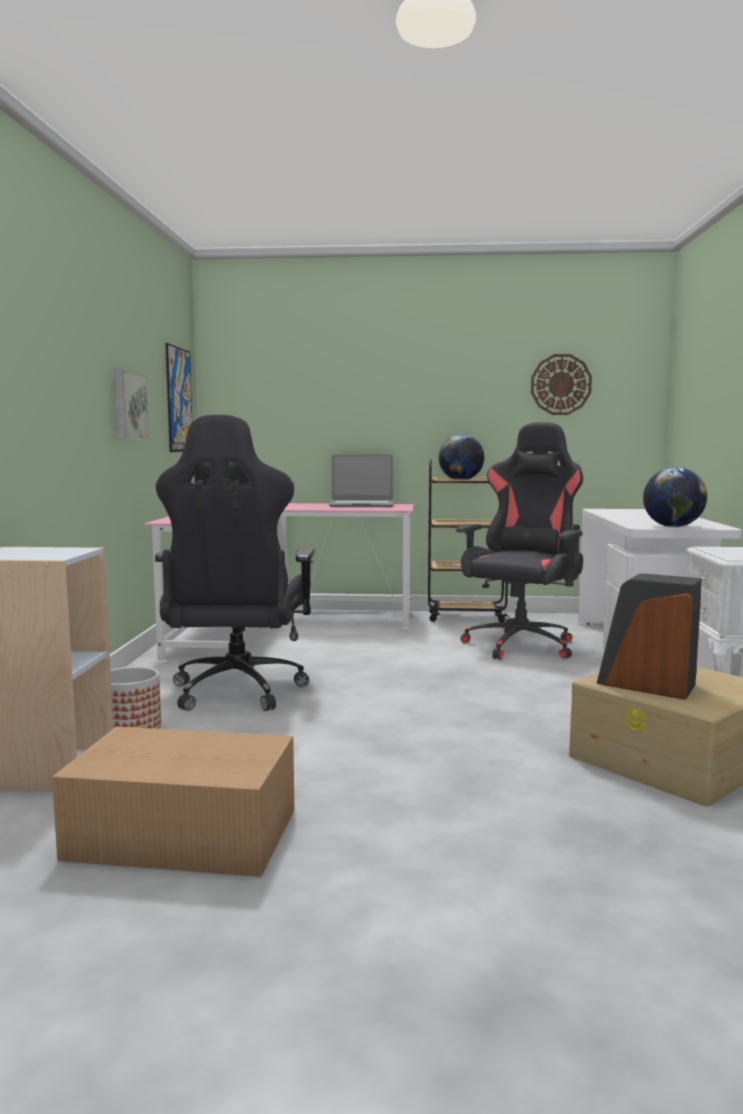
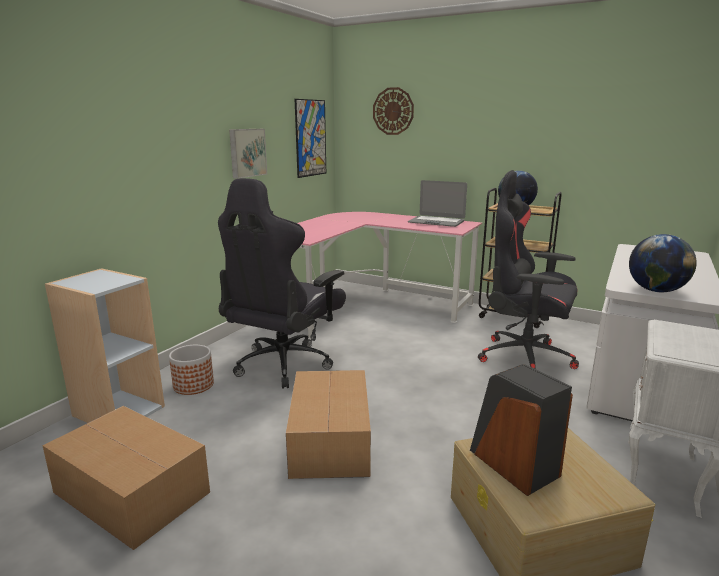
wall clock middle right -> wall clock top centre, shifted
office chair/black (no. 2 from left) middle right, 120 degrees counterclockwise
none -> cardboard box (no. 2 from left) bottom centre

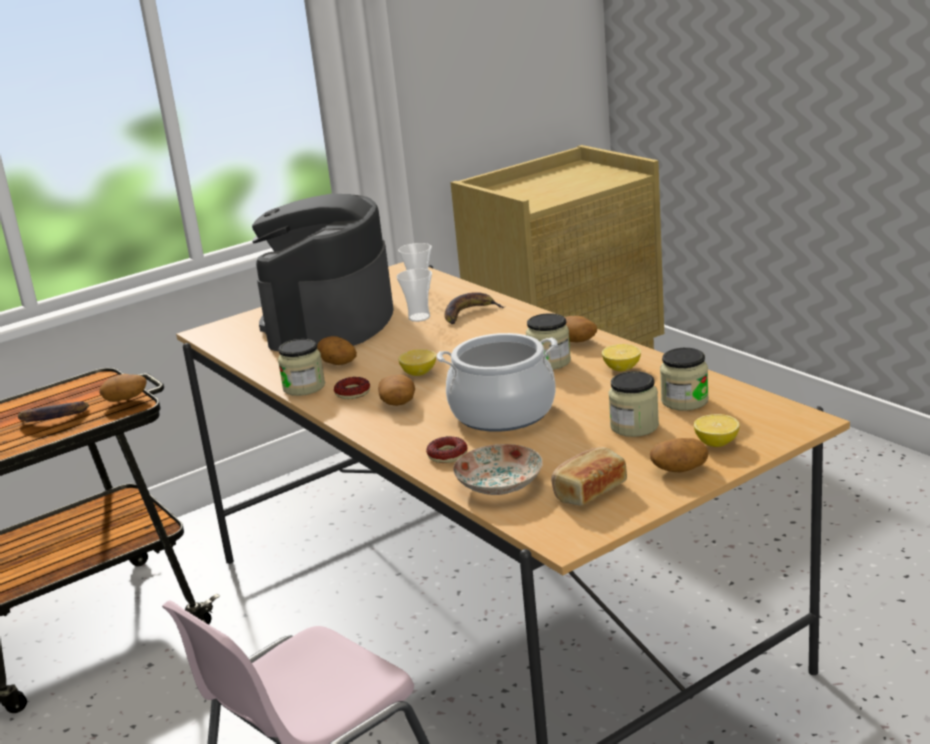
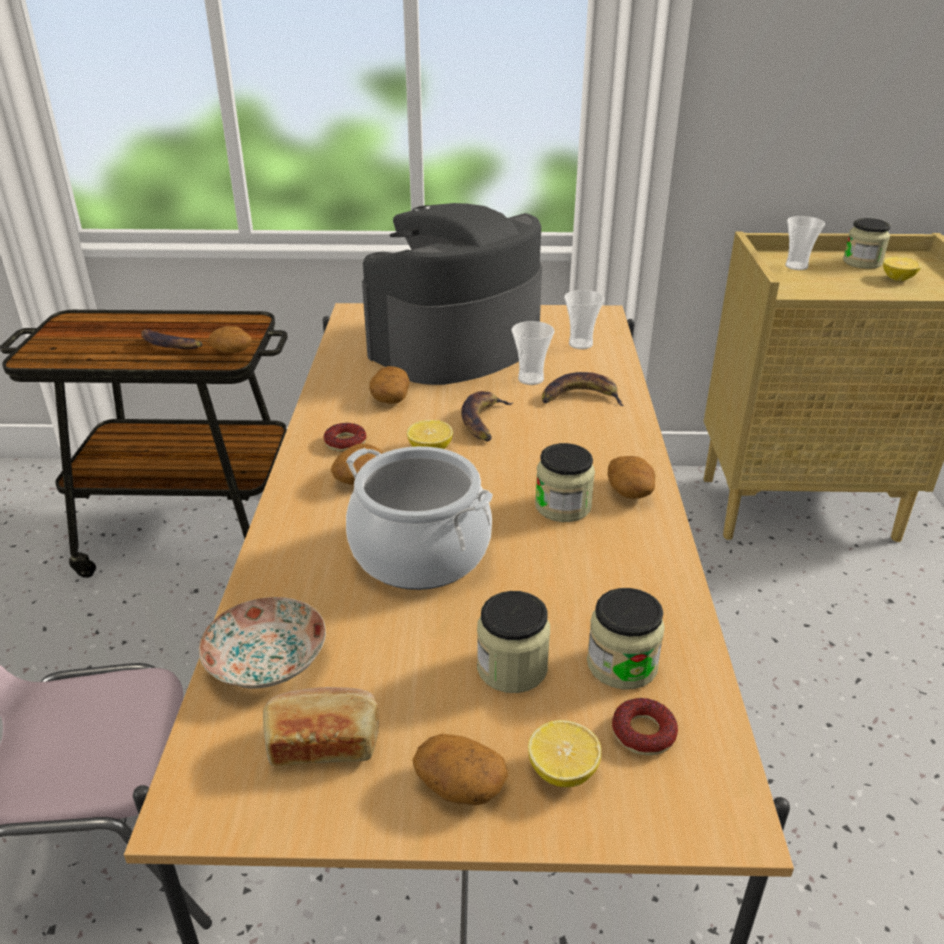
jar (no. 1 from left in the first image) middle left -> jar (no. 4 from left) top right, shifted
lemon (no. 2 from left in the first image) middle right -> lemon (no. 3 from left) top right, shifted
donut (no. 2 from left) centre -> donut (no. 2 from left) bottom right, shifted
none -> cup (no. 3 from left) top right
none -> banana (no. 2 from left) centre

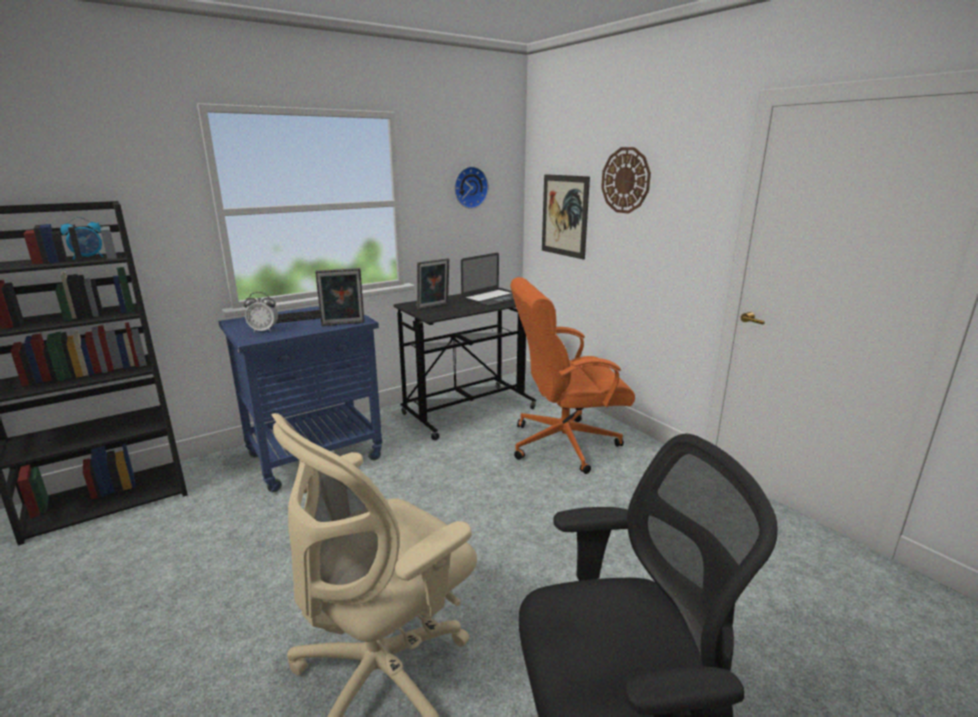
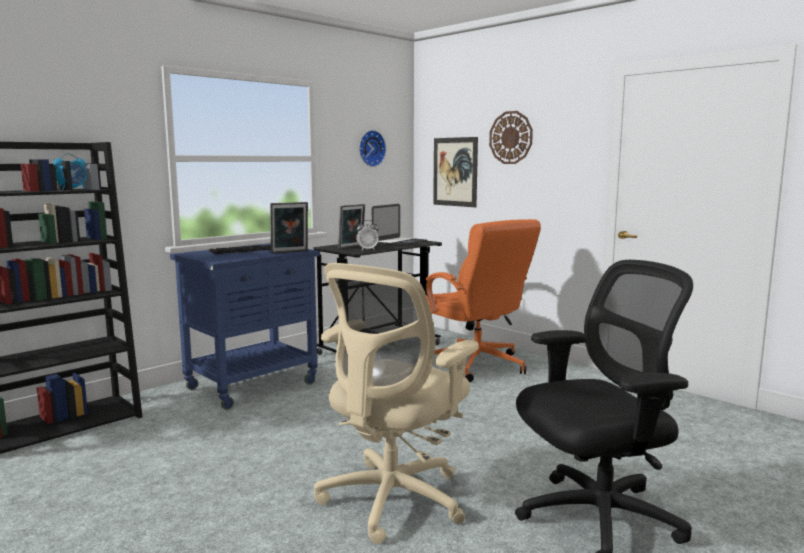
office chair/orange centre, 105 degrees counterclockwise
alarm clock (no. 2 from left) middle left -> alarm clock (no. 2 from left) centre, shifted

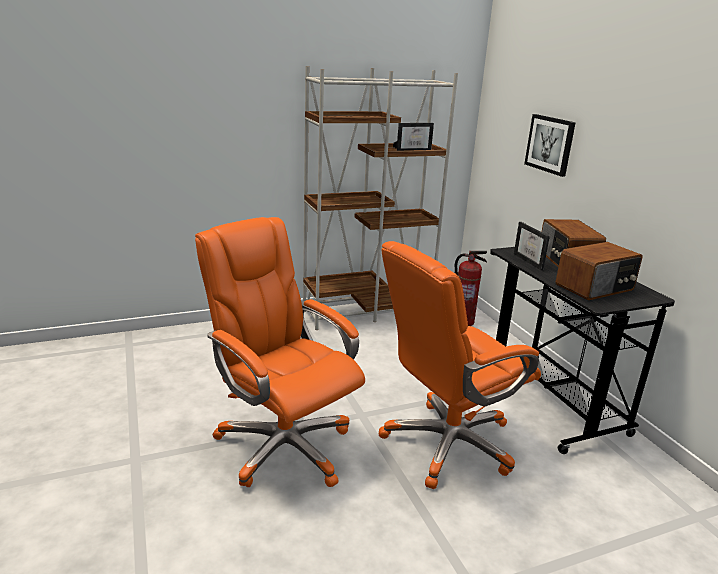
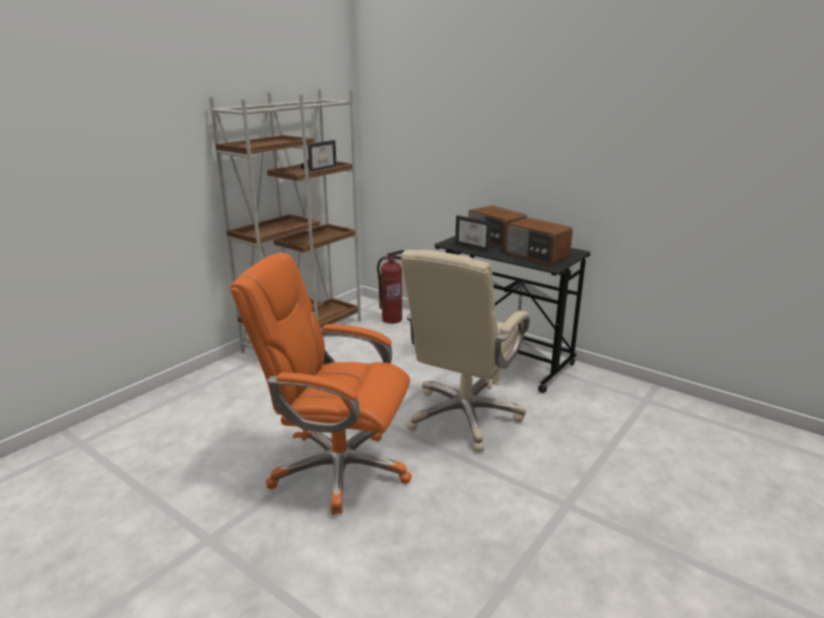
picture top right -> none
office chair/orange (no. 2 from left) centre -> office chair/beige centre
radio (no. 2 from left) middle right -> radio (no. 2 from left) centre, 105 degrees clockwise

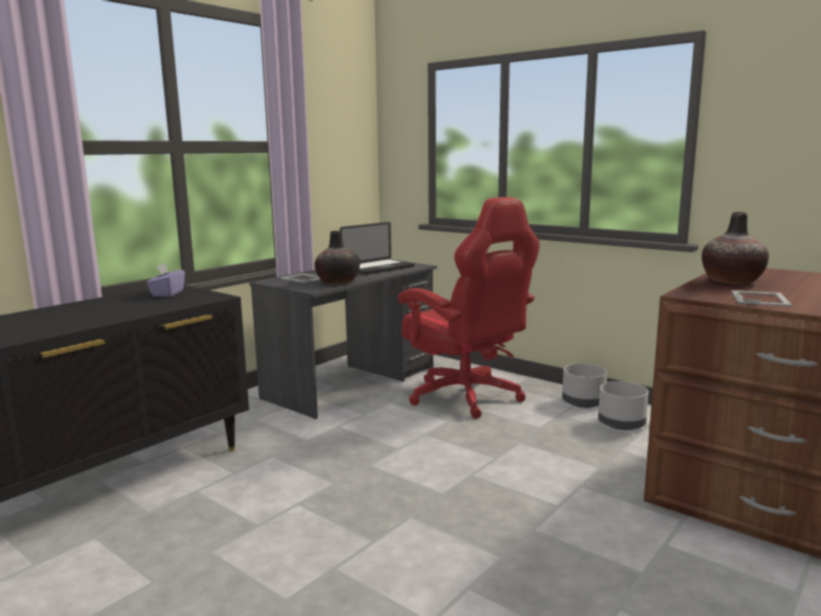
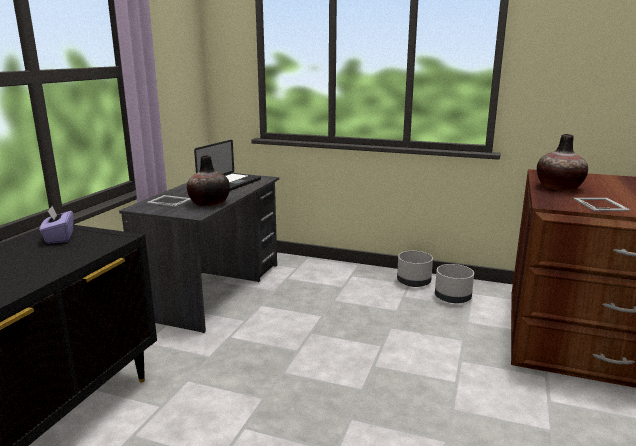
office chair/red centre -> none

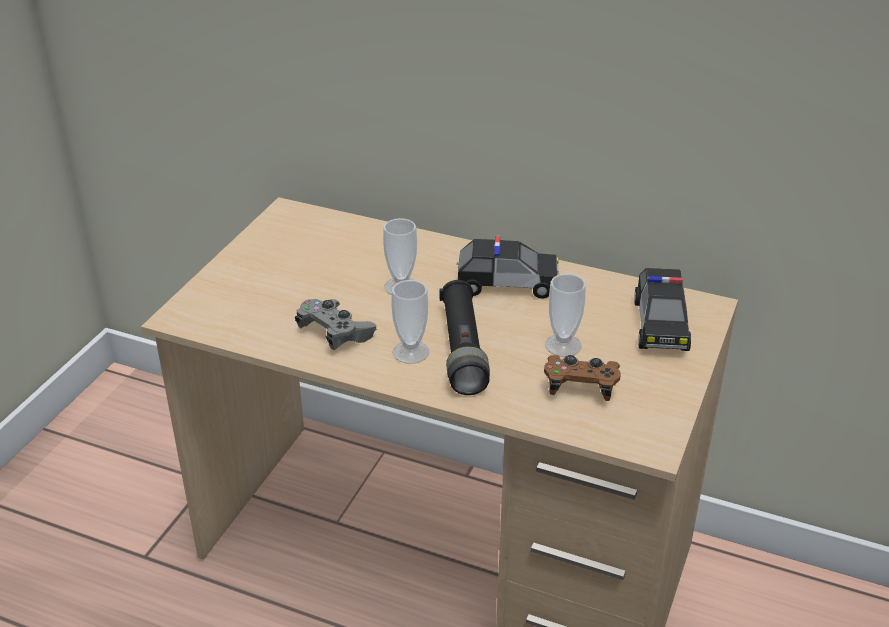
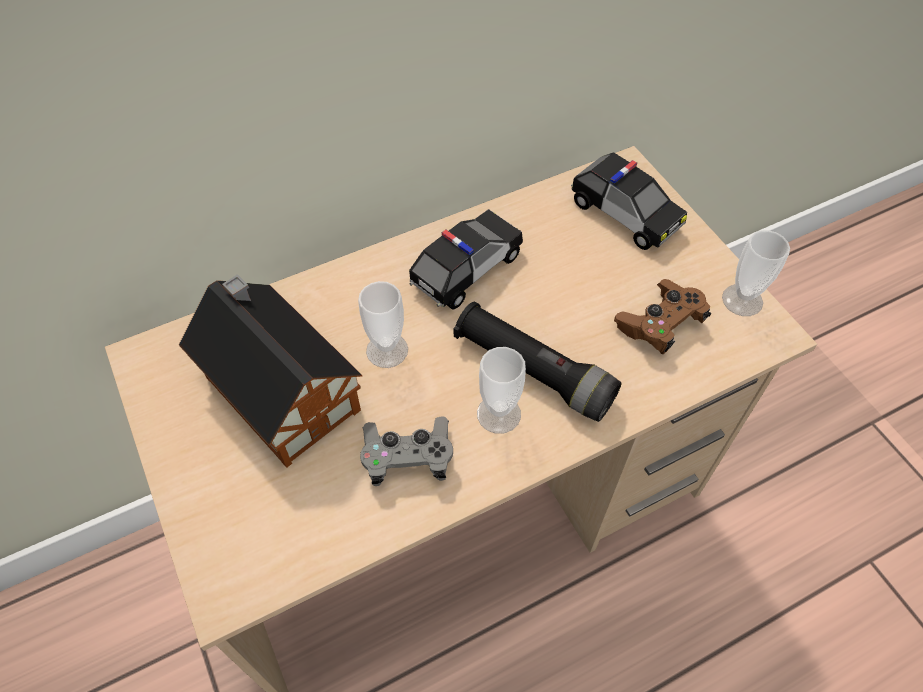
cup (no. 3 from left) centre -> cup (no. 3 from left) middle right, shifted
none -> toy house middle left

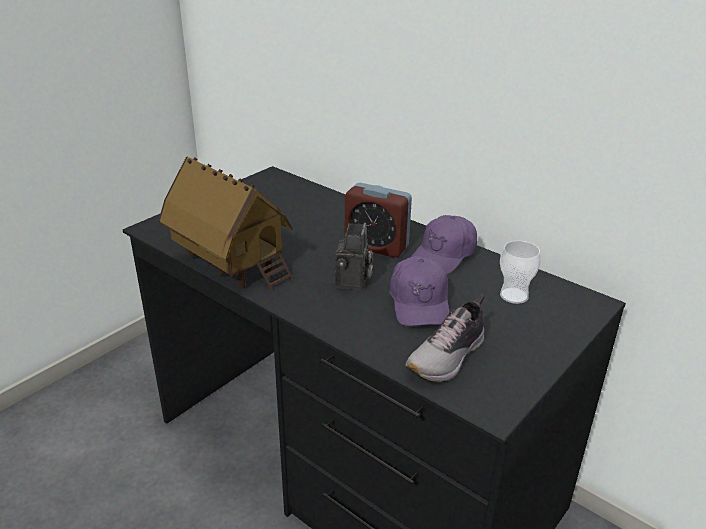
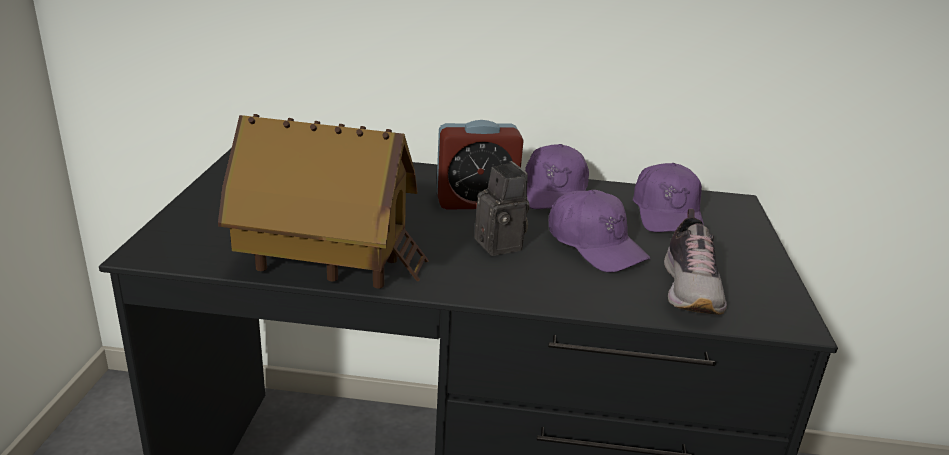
cup middle right -> cap/purple (no. 3 from left) middle right

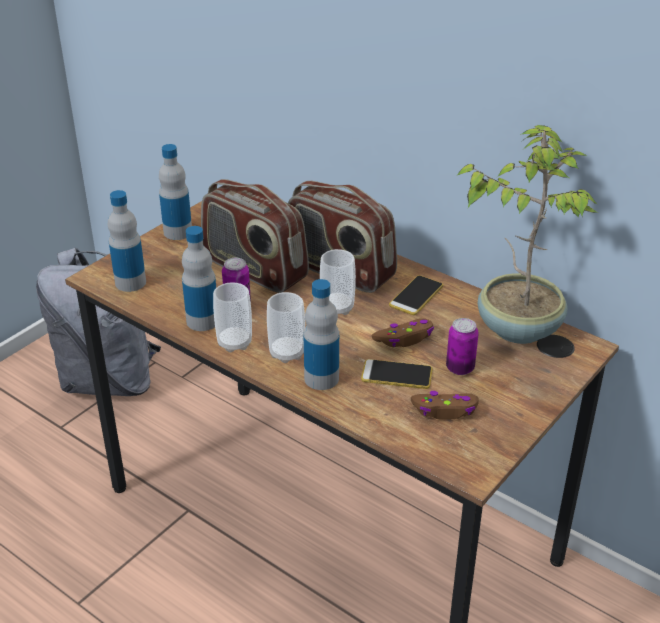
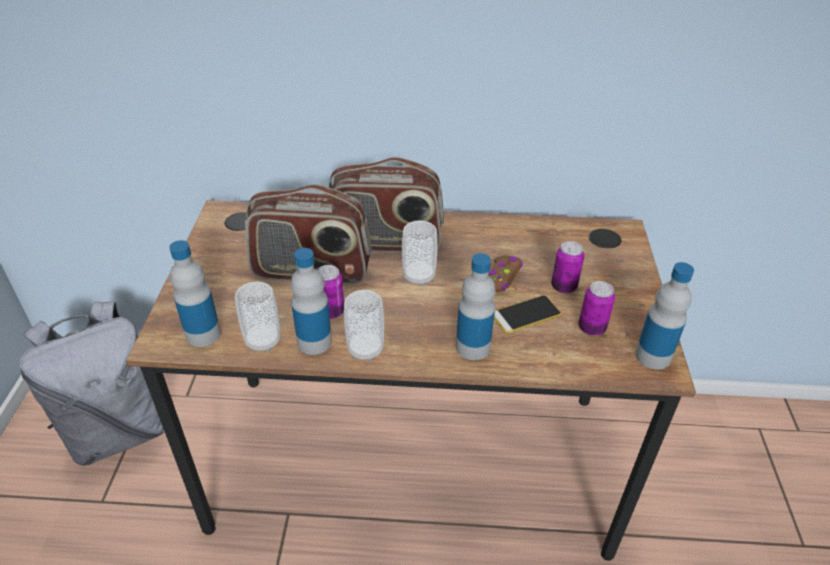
potted plant middle right -> none
bottle (no. 2 from left in the first image) top left -> bottle (no. 4 from left) middle right, shifted
phone (no. 2 from left) centre -> none
cup (no. 2 from left in the first image) centre -> cup (no. 1 from left) middle left, shifted
game controller/brown (no. 2 from left) middle right -> can (no. 3 from left) middle right

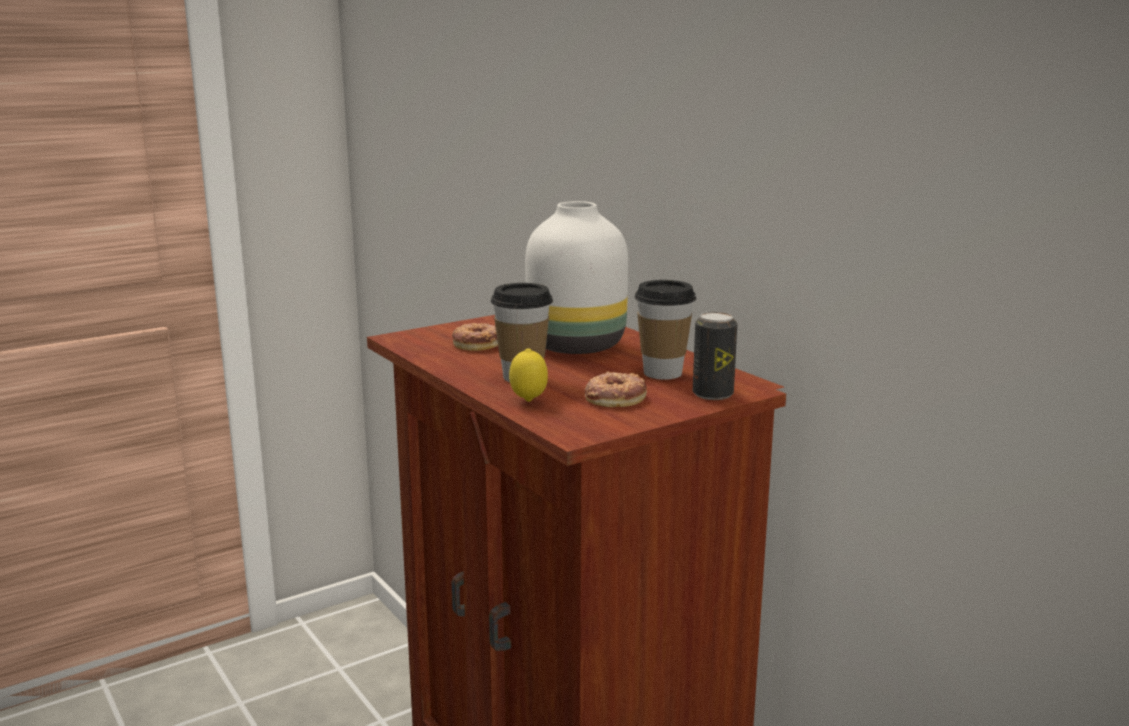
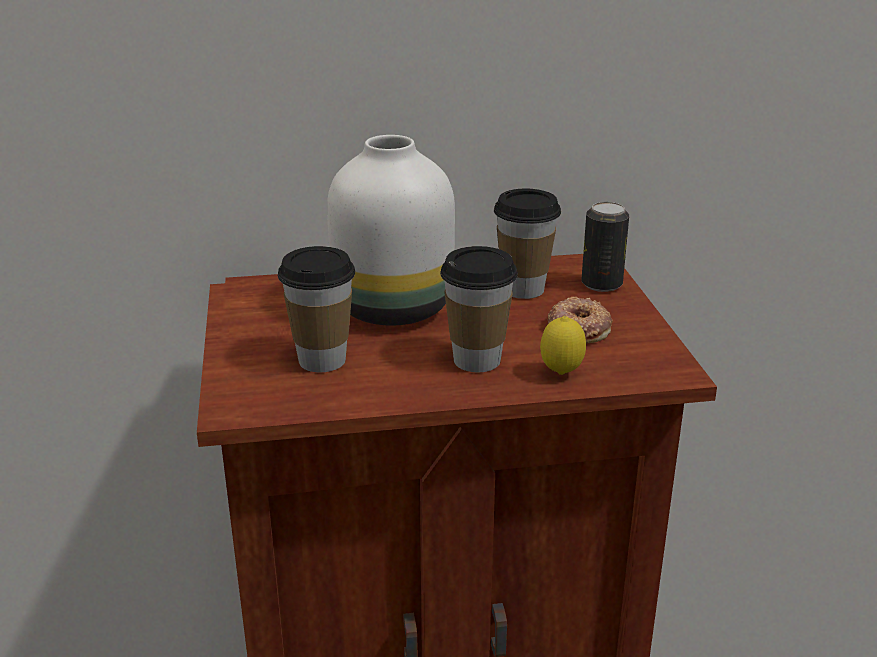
donut (no. 1 from left) centre -> cup (no. 1 from left) centre

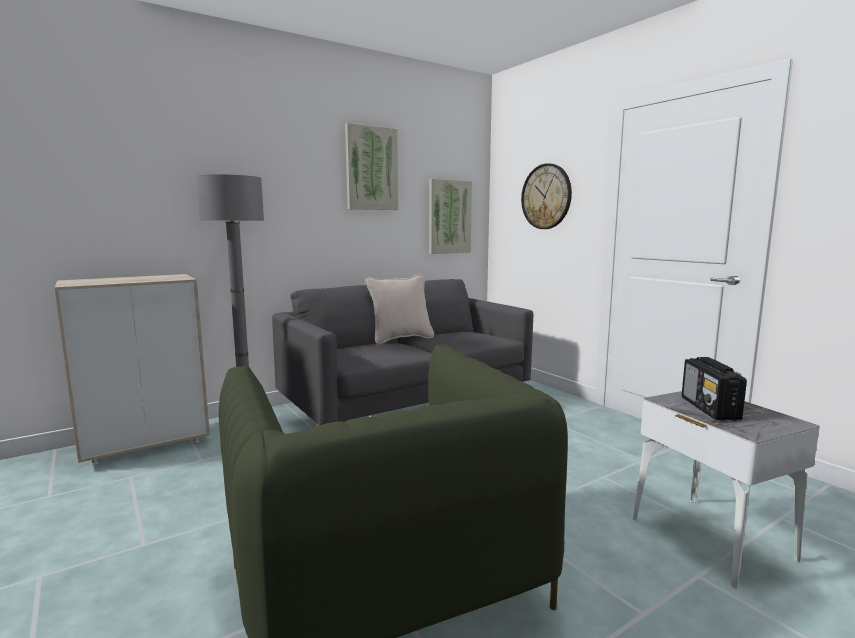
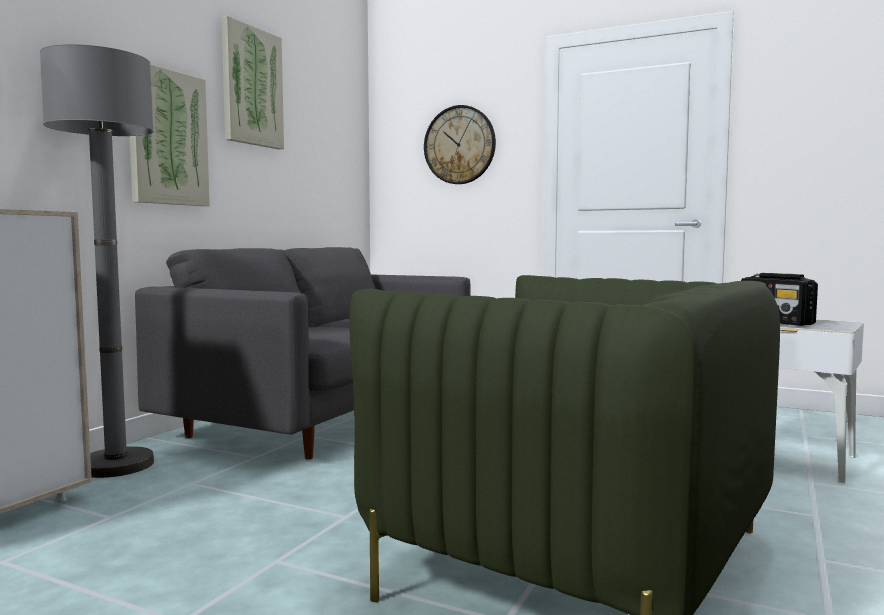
picture (no. 2 from left in the first image) centre -> picture (no. 1 from left) top left, shifted
pillow/beige centre -> none

